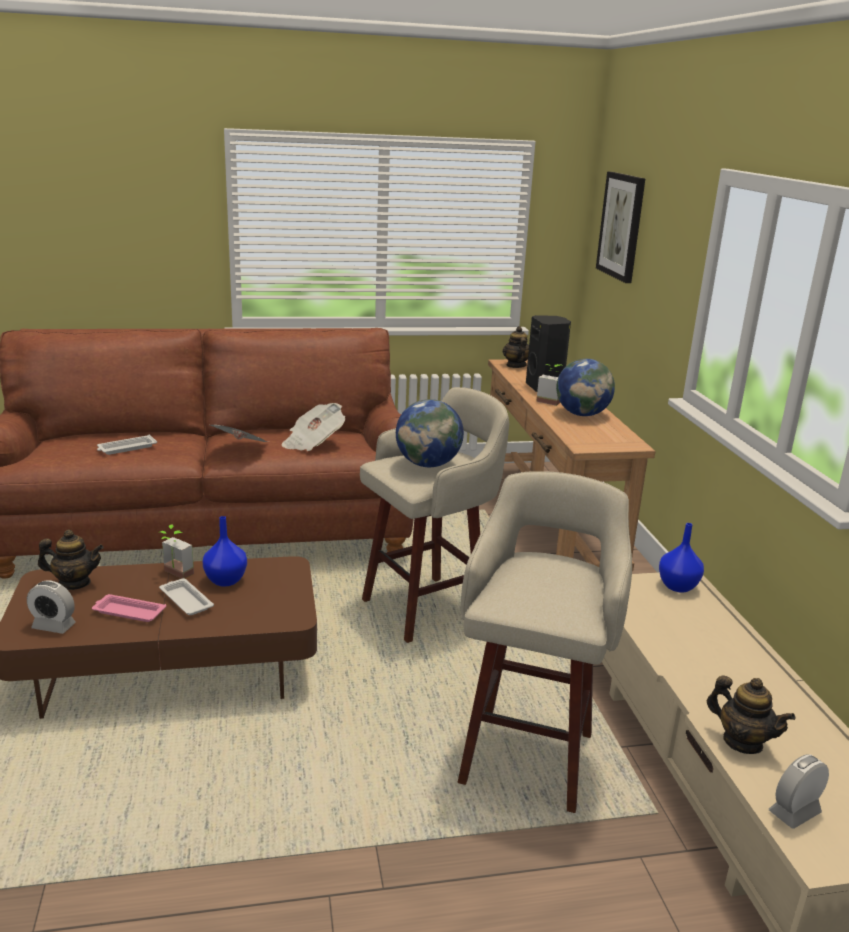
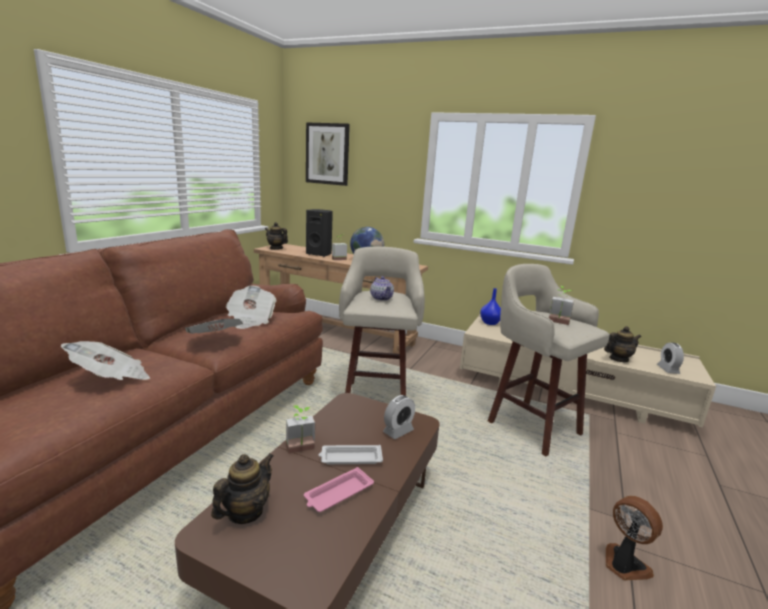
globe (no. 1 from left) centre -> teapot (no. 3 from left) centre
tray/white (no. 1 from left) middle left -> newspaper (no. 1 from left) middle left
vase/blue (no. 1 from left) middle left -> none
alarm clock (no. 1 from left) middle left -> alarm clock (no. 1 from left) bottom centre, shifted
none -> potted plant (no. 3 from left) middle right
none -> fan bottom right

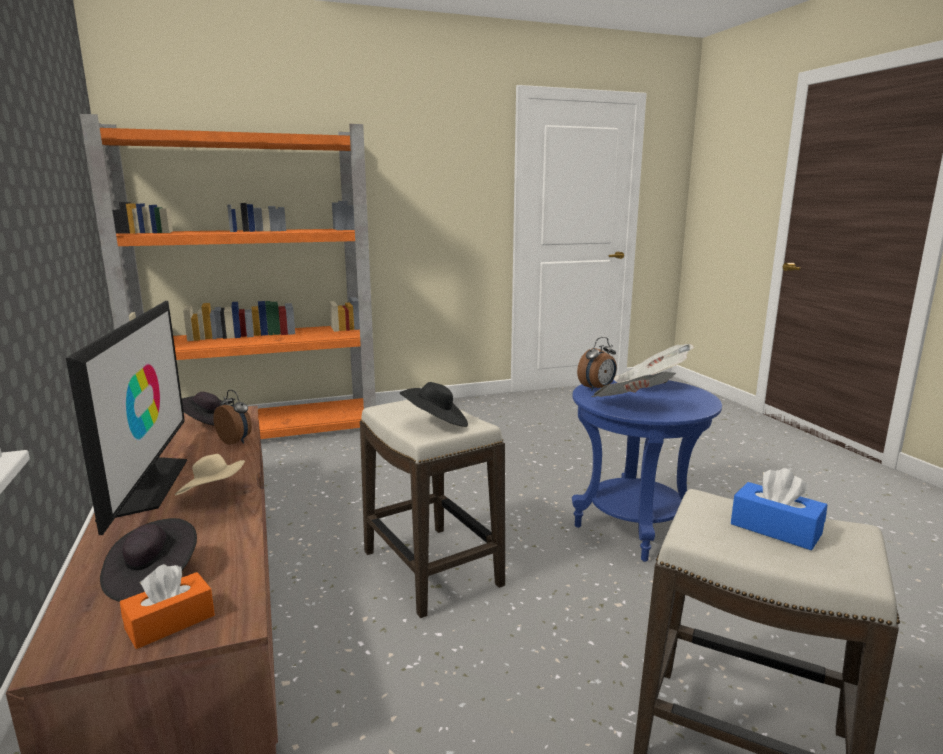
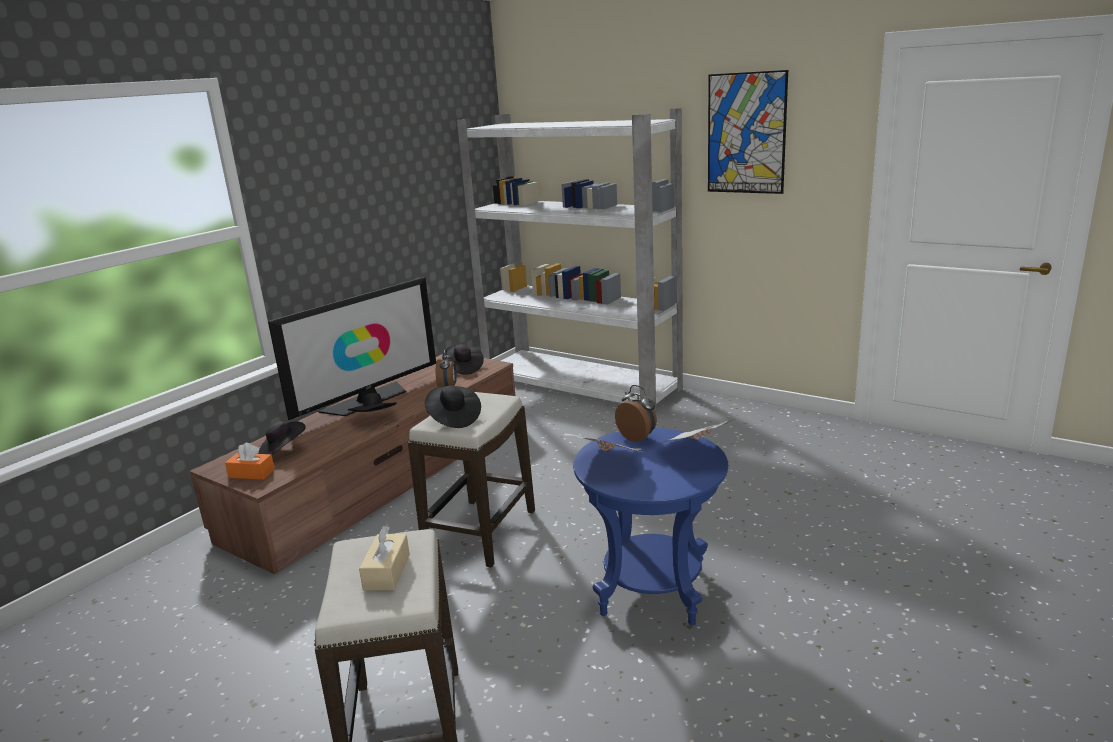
bookcase/orange middle left -> bookcase/white centre
alarm clock (no. 2 from left) centre, 150 degrees counterclockwise
hat/beige middle left -> hat/black (no. 2 from left) centre
tissue box/blue bottom right -> tissue box/beige bottom centre
none -> picture top right

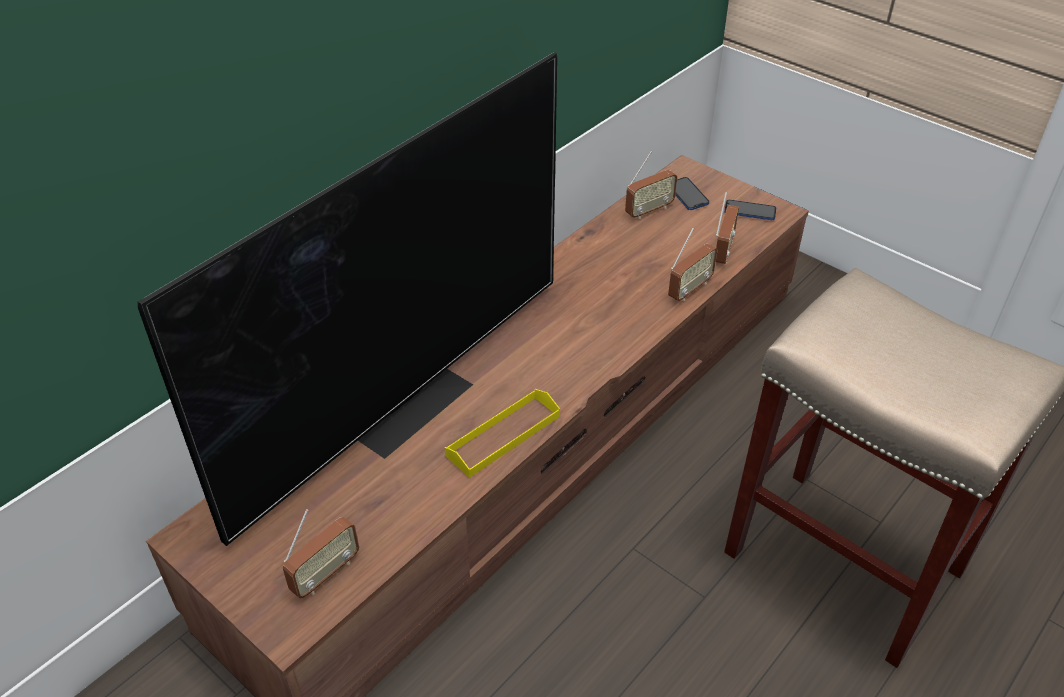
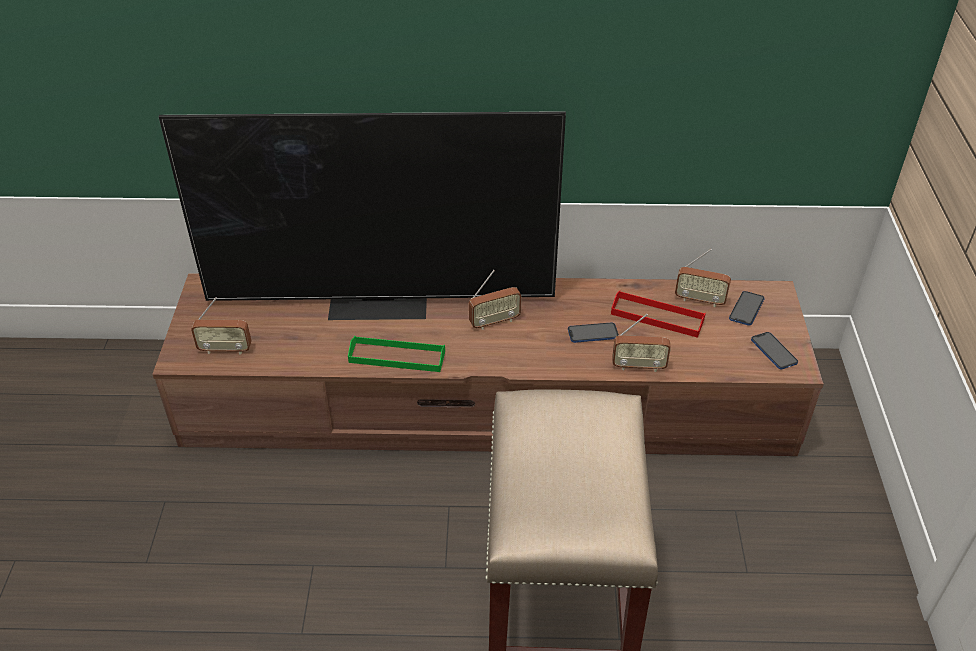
radio (no. 4 from left in the first image) top right -> radio (no. 2 from left) centre, shifted
tray/yellow centre -> tray/green centre
none -> tray/red middle right
none -> phone (no. 1 from left) centre

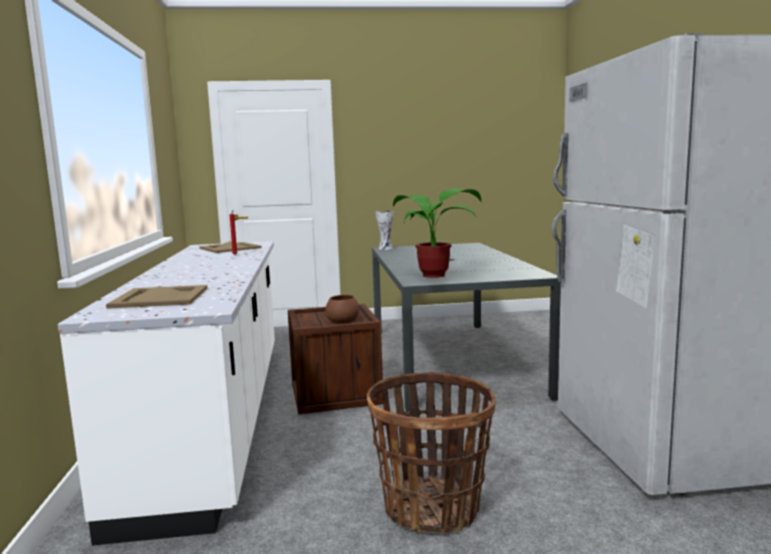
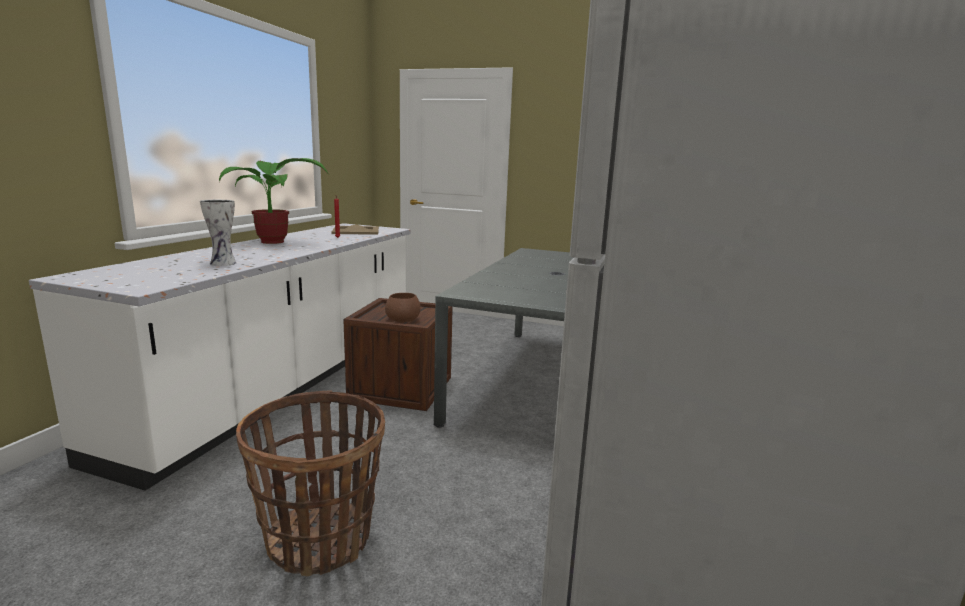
potted plant centre -> potted plant top left, shifted
vase centre -> vase middle left, shifted
tray/beige (no. 1 from left) middle left -> none

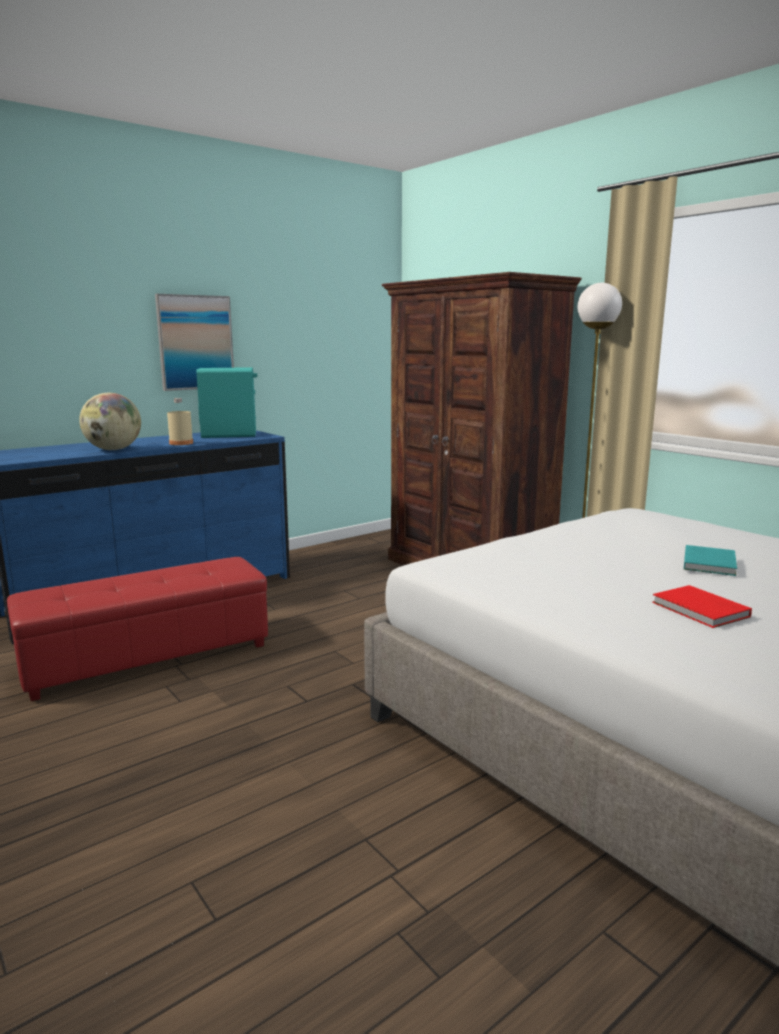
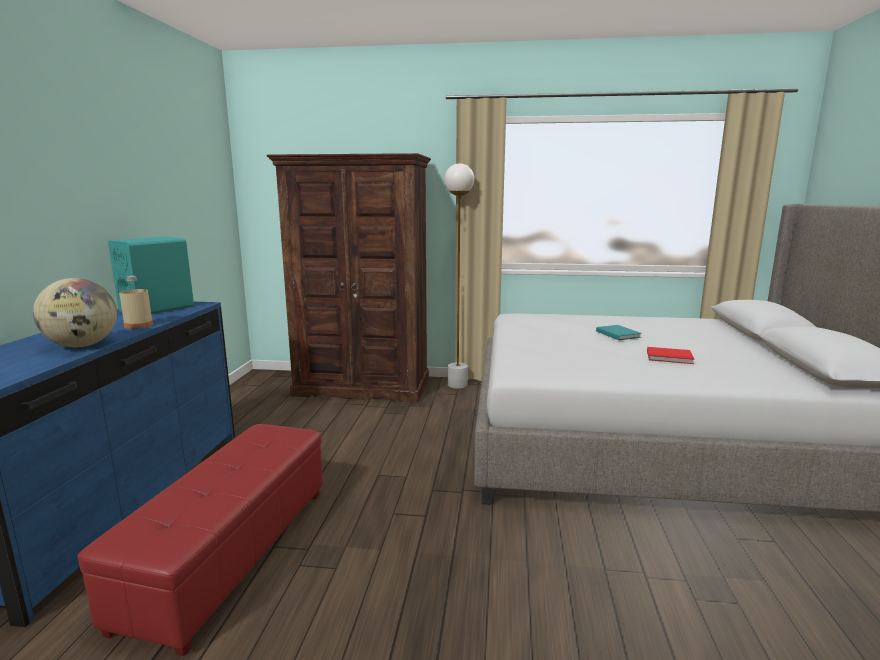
picture top left -> none

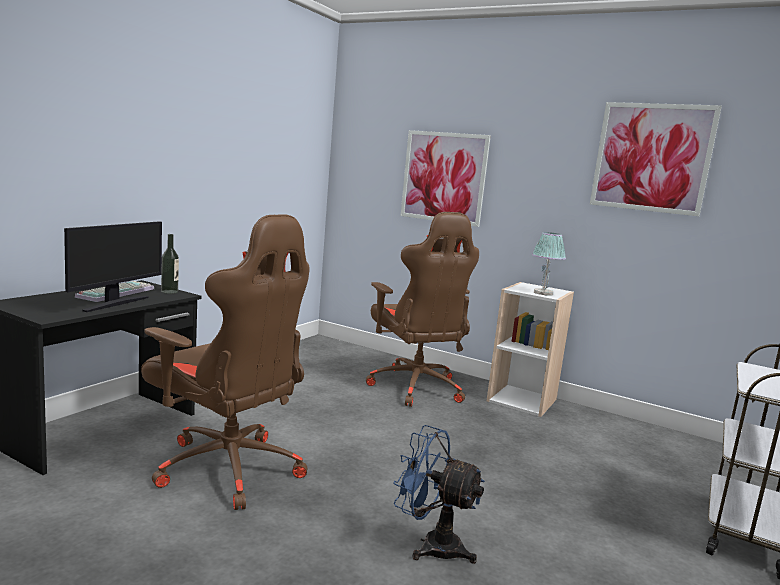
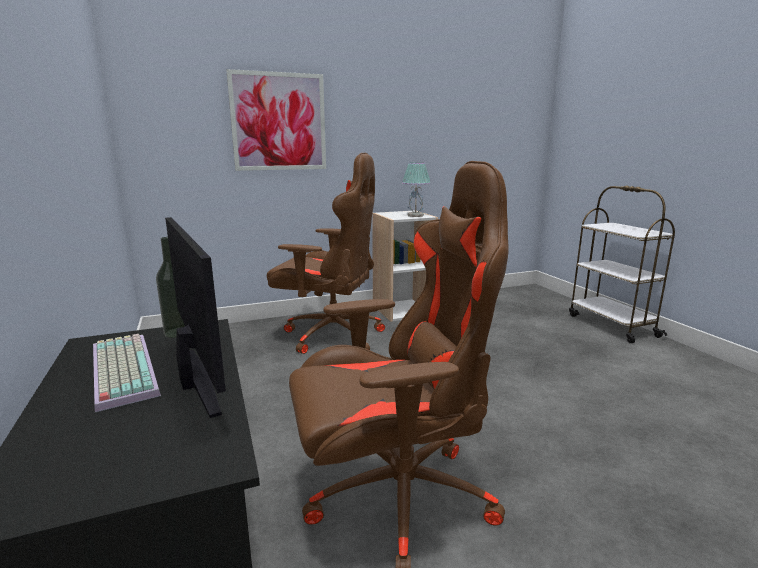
picture (no. 2 from left) top right -> none
fan/blue bottom centre -> none

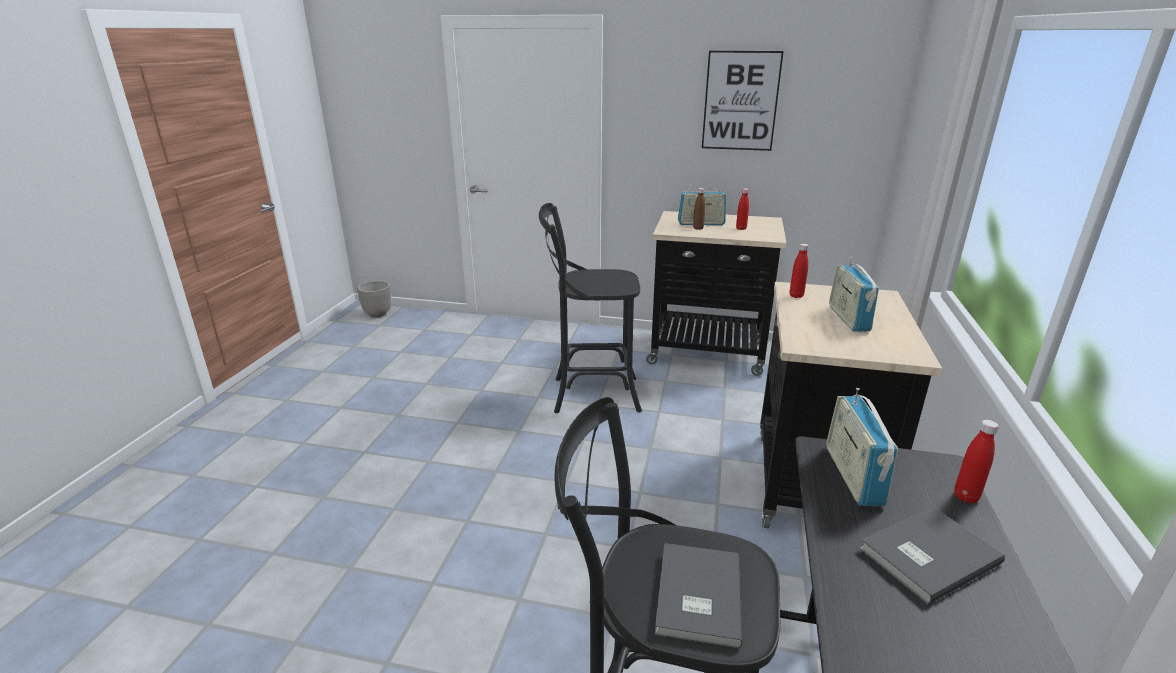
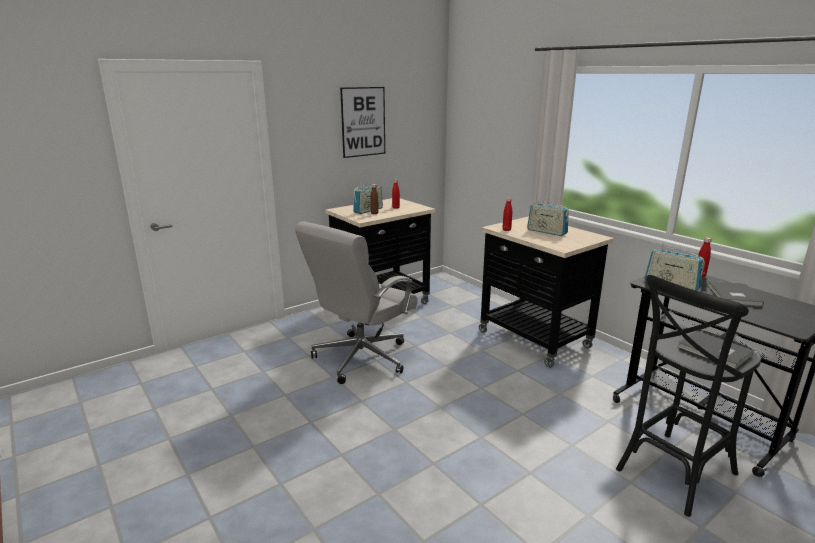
stool/black (no. 1 from left) centre -> office chair/grey centre
planter middle left -> none

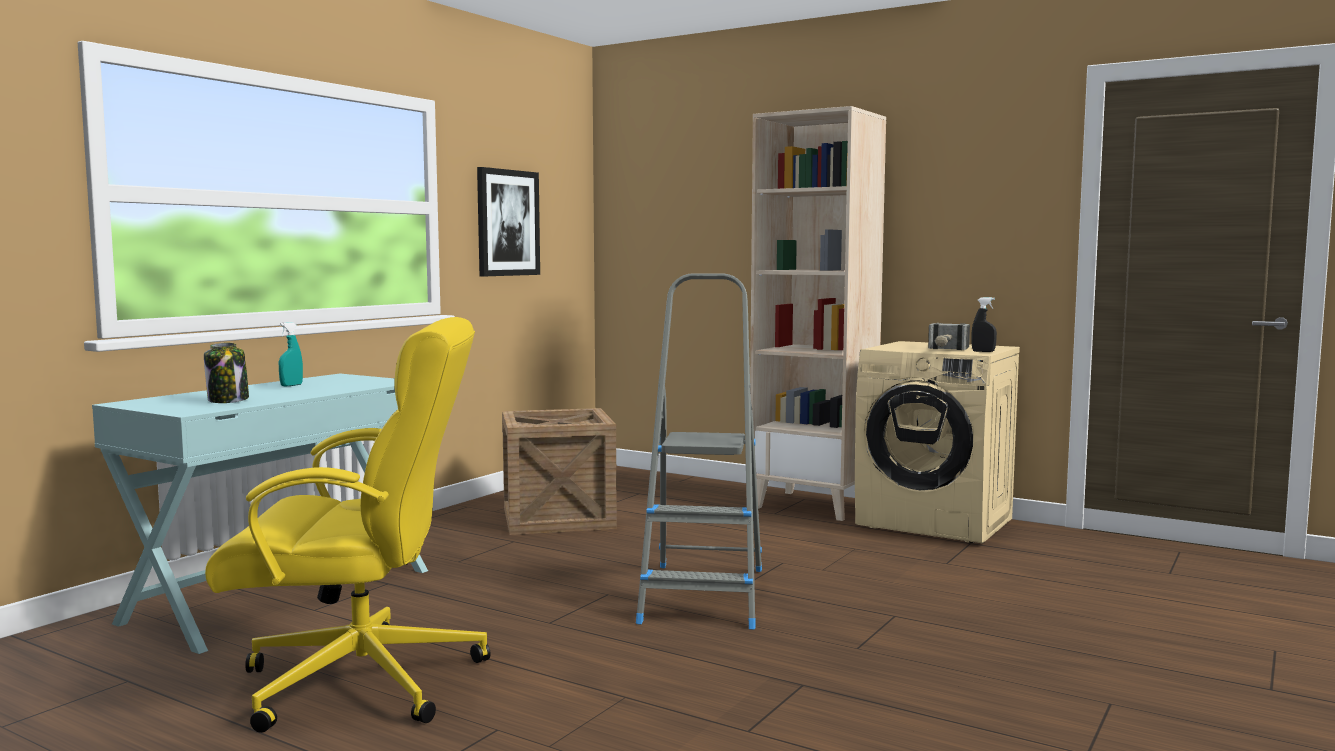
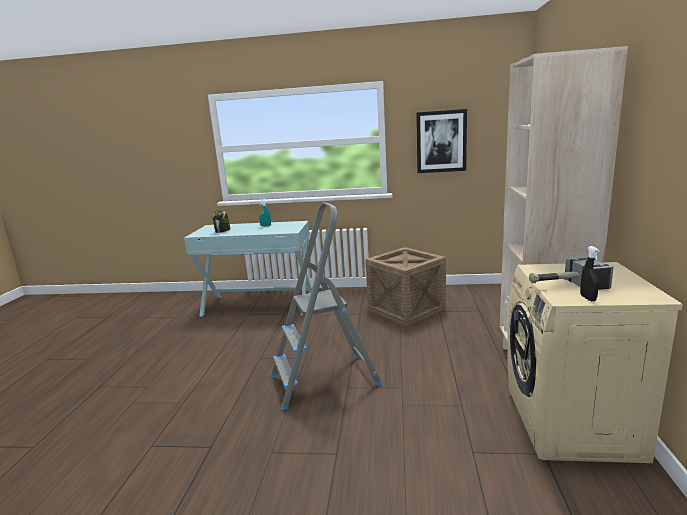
office chair/yellow bottom left -> none

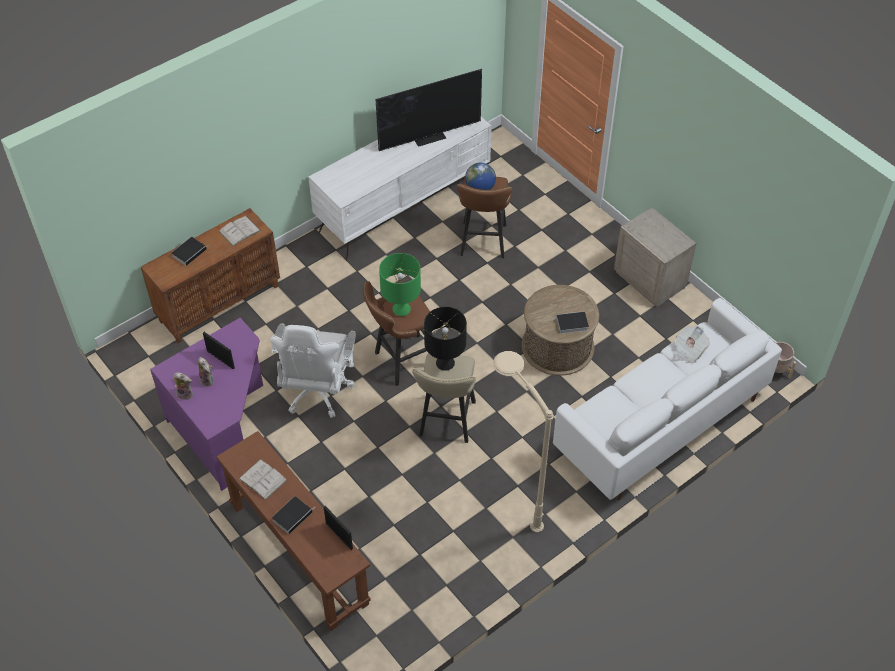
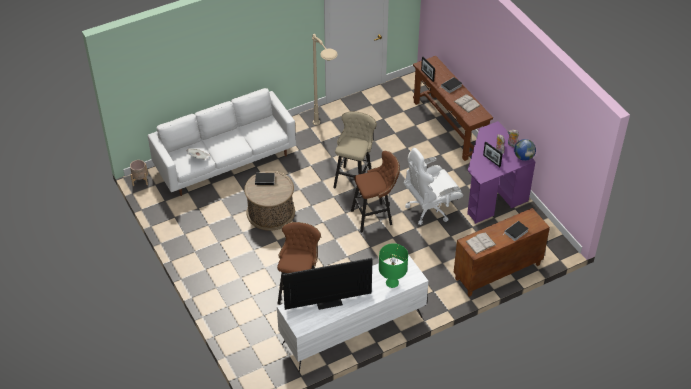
globe top centre -> globe middle right, shifted
nightstand/beige middle right -> none
table lamp/green centre -> table lamp/green bottom centre, shifted
table lamp/black centre -> none
office chair/white centre, 135 degrees counterclockwise

